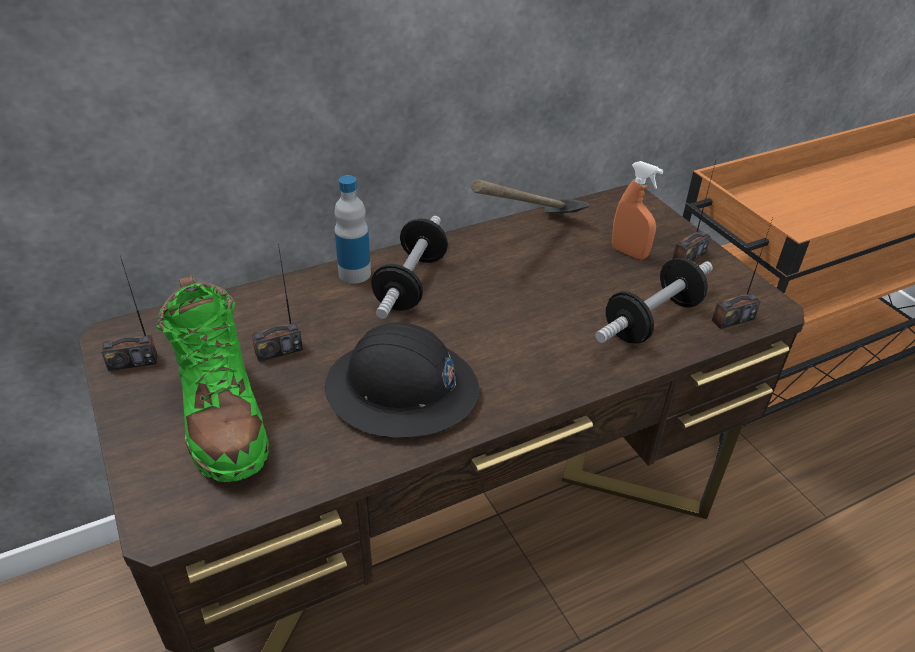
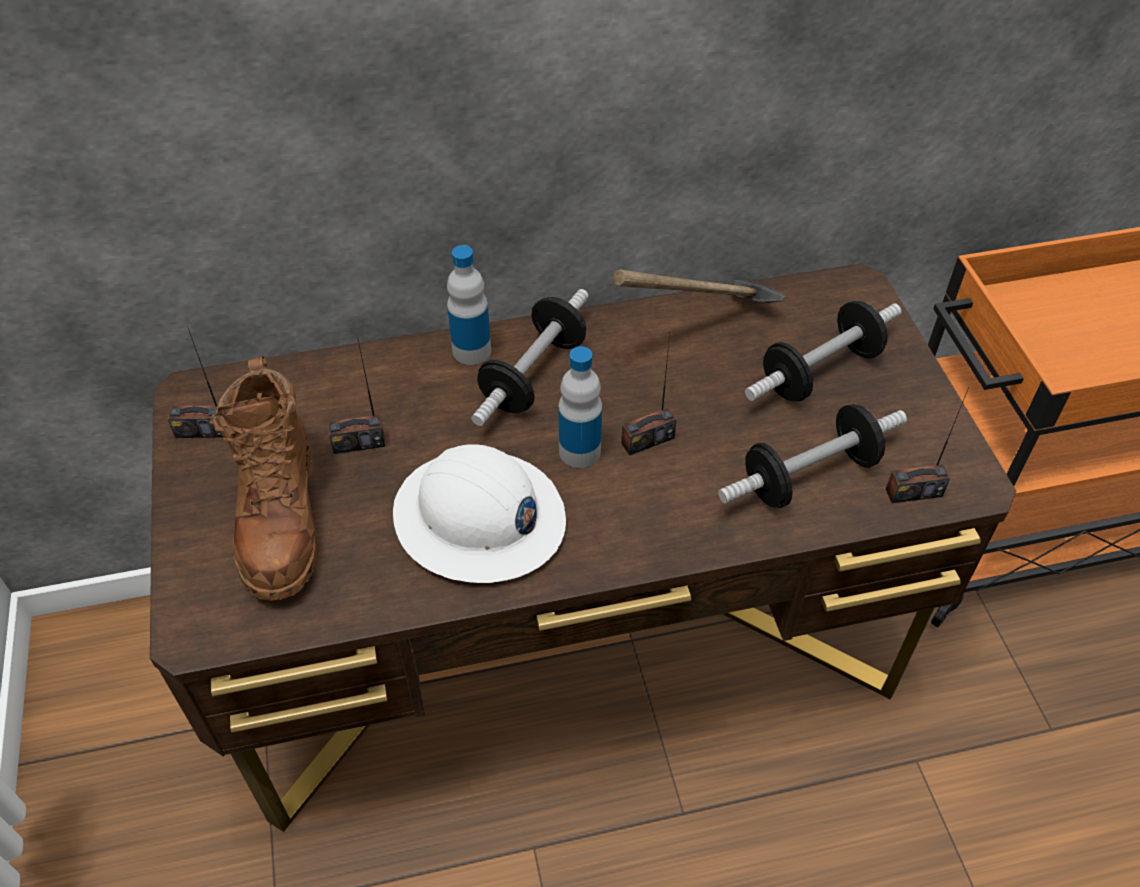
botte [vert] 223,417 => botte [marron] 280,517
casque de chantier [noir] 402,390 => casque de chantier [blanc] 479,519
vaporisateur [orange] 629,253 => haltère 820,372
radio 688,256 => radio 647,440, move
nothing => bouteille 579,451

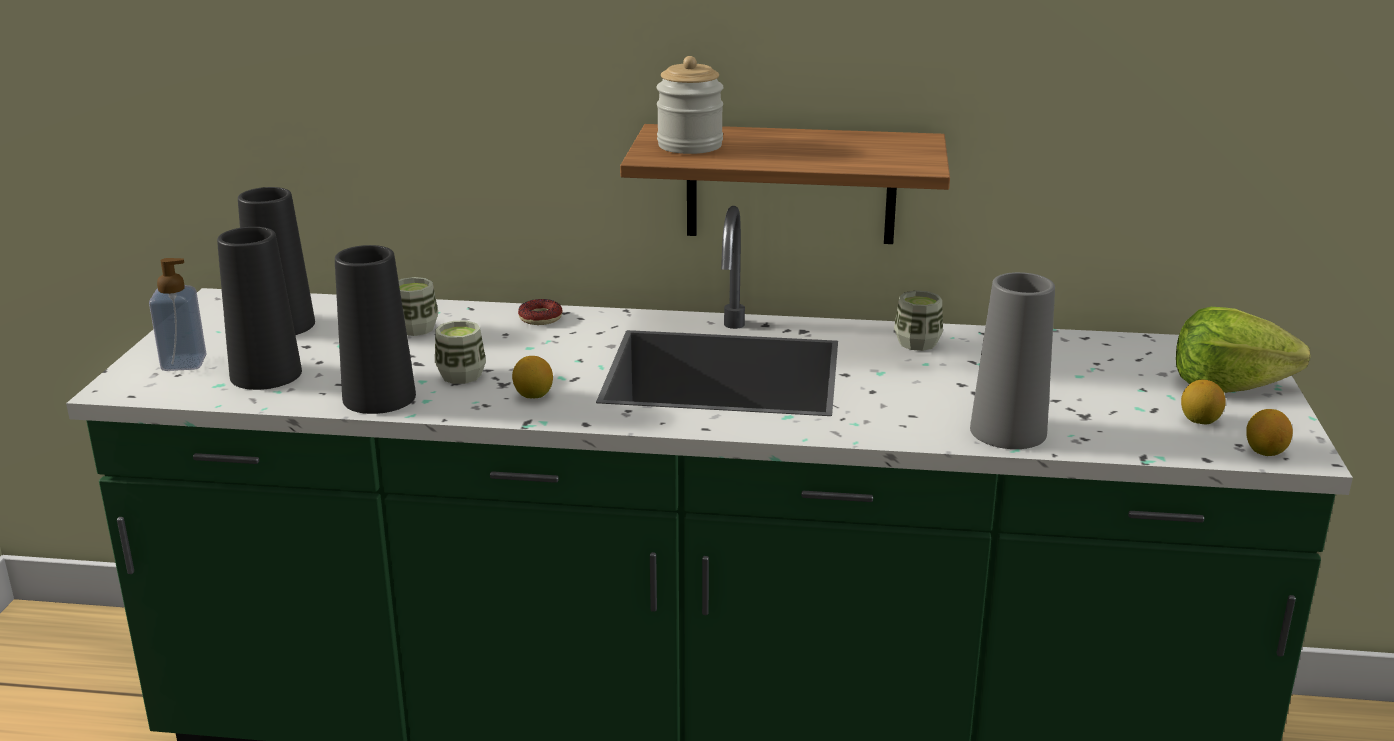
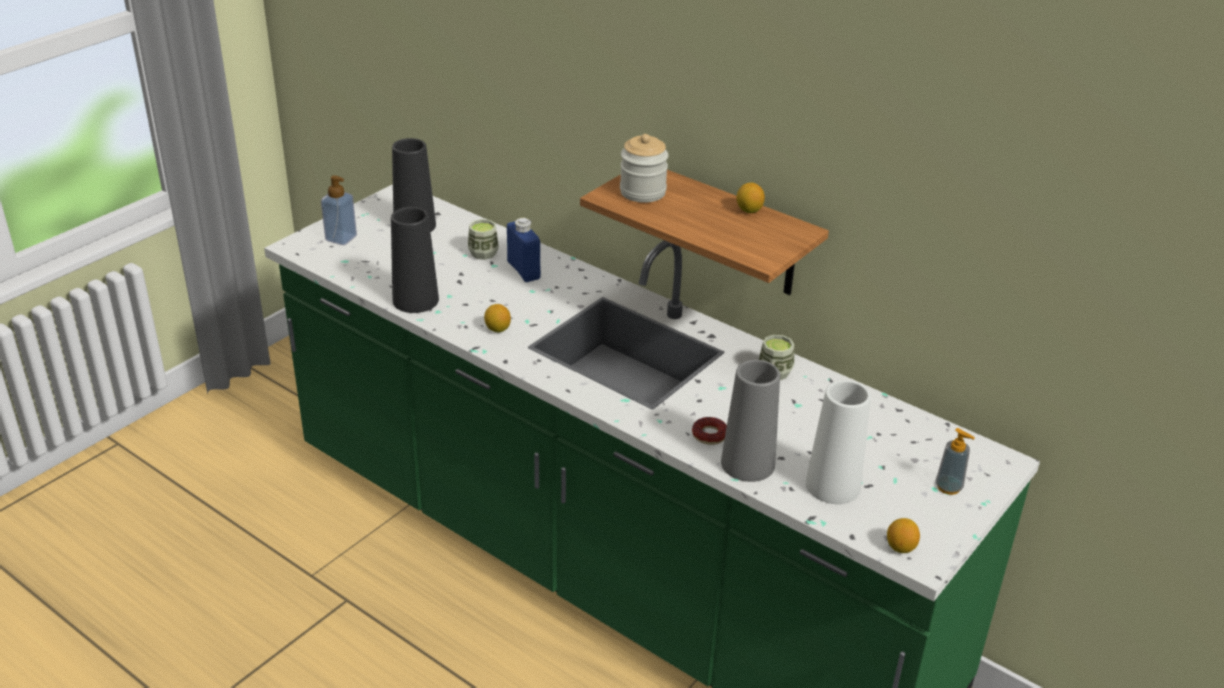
vase [noir] 266,374 => nothing
tasse 461,375 => nothing
beignet 540,318 => beignet 709,435, move
laitue 1228,386 => distributeur de savon 948,487
citron 1199,421 => citron 749,210, move
nothing => bouteille [bleu] 523,270
nothing => vase [blanc] 833,485

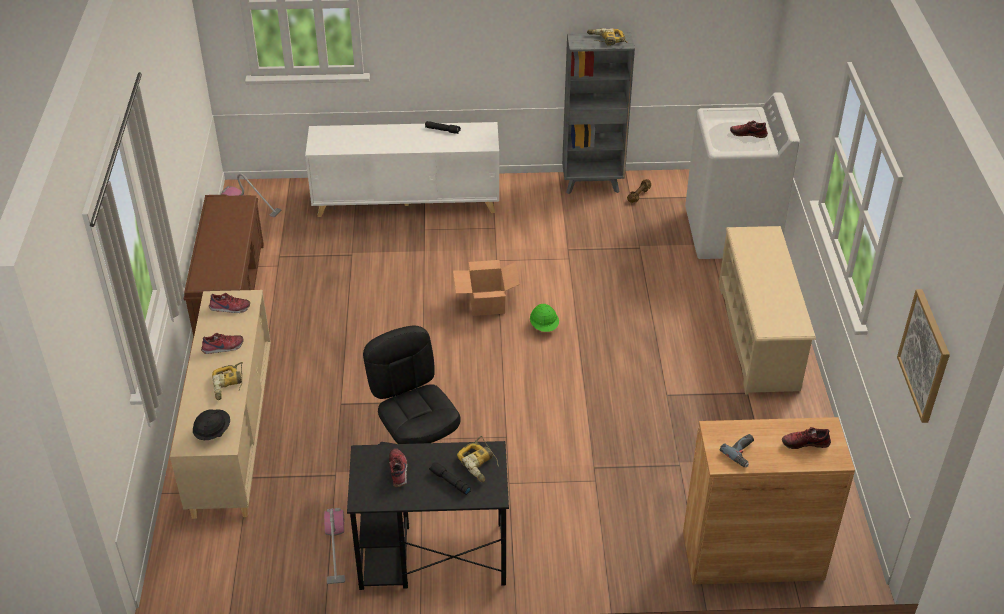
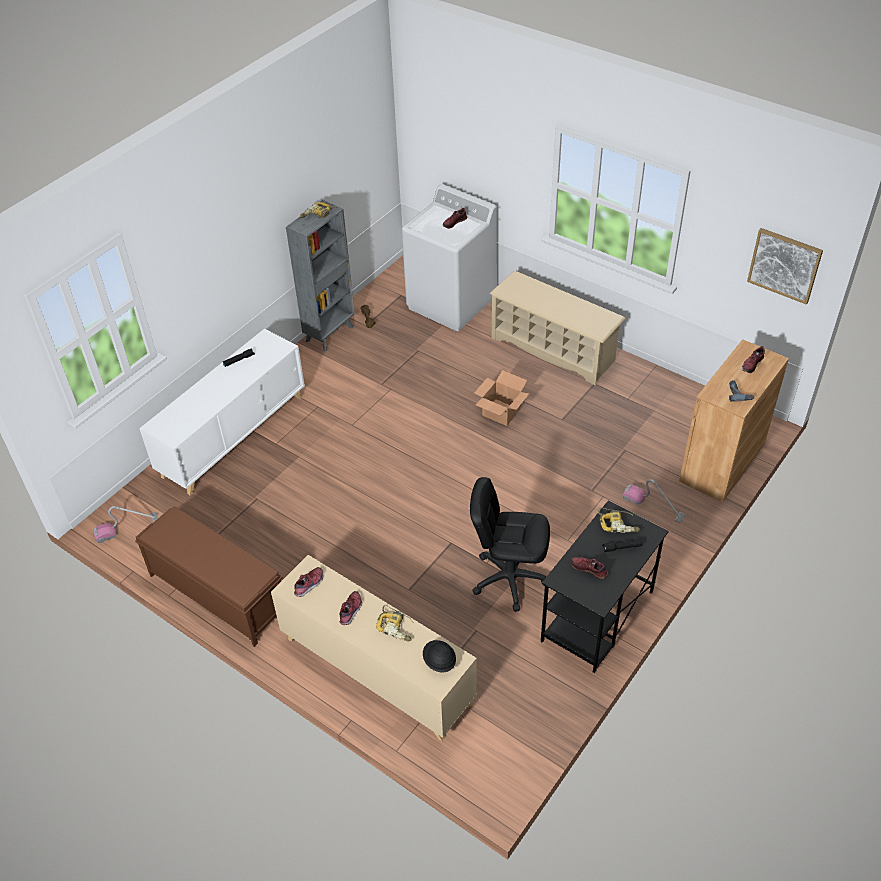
aspirateur 335,548 => aspirateur 653,506, move
carton 487,303 => carton 501,412, move
casque de chantier [vert] 544,326 => nothing

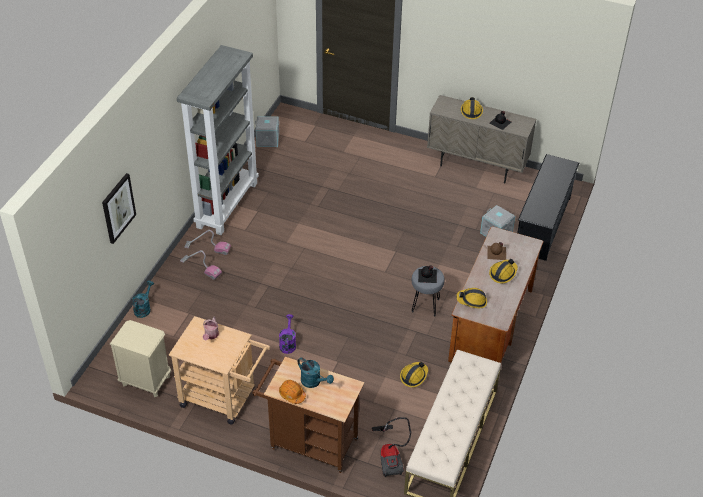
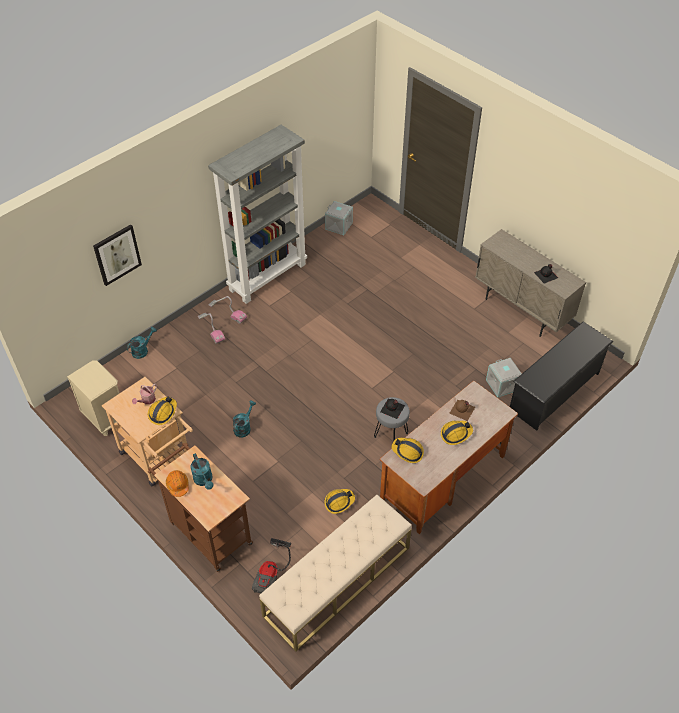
arrosoir [violet] 287,343 => arrosoir [turquoise] 244,427
casque de chantier 471,111 => casque de chantier 162,413, move

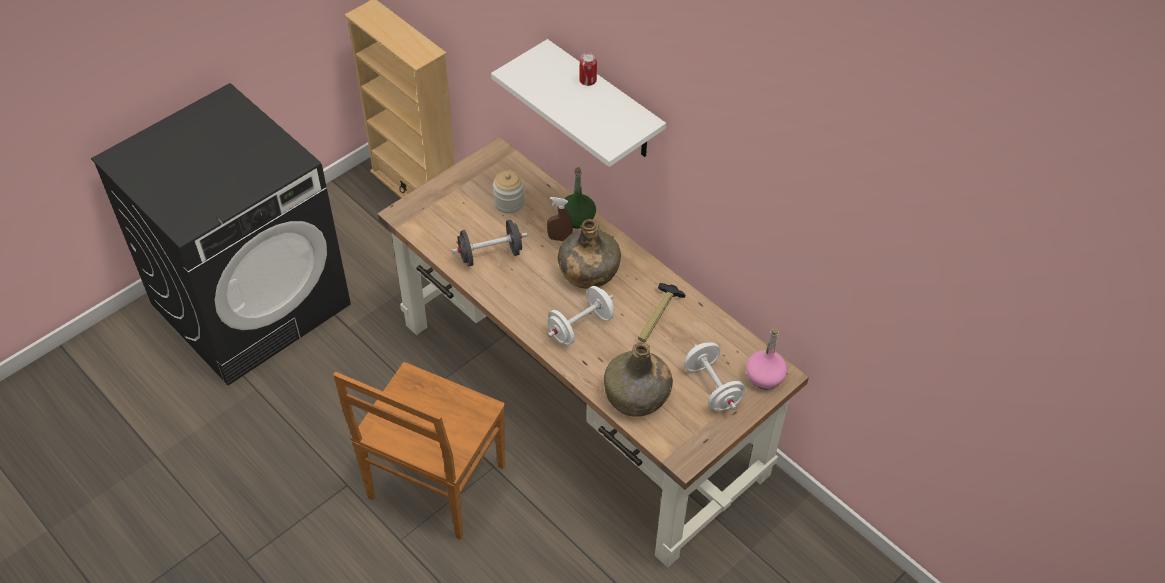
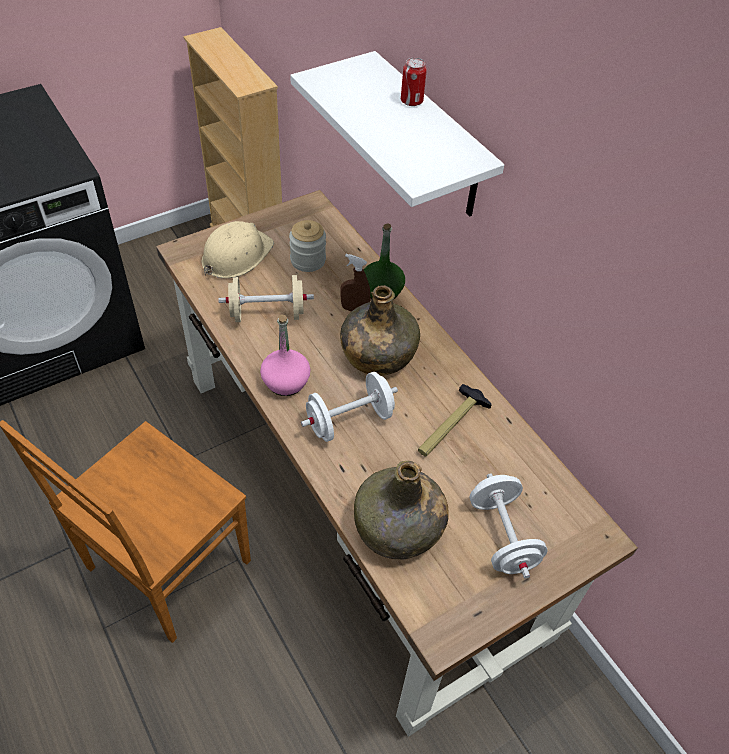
haltère [noir] 490,255 => haltère [beige] 267,314
bouteille [rose] 765,377 => bouteille [rose] 286,382, move
nothing => casque de chantier [beige] 236,255

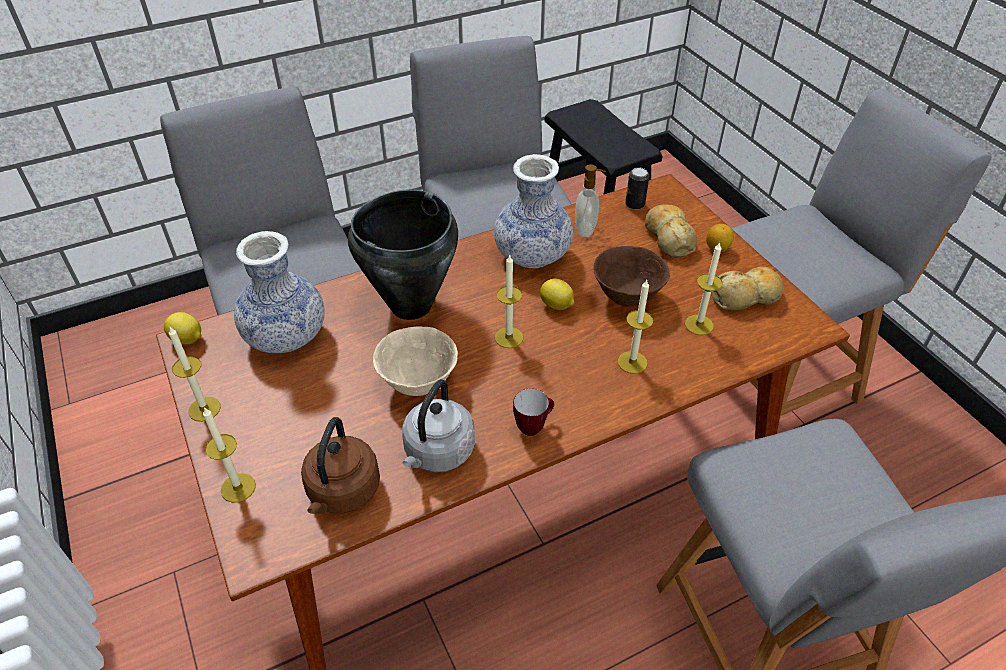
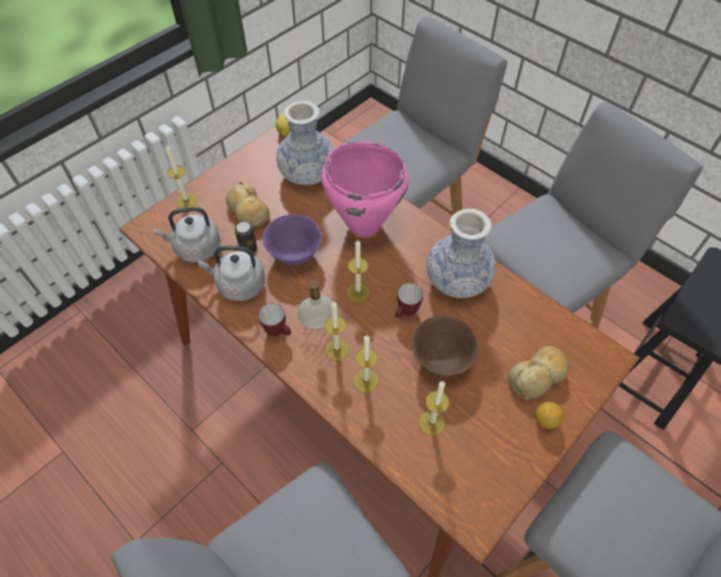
bougie 204,409 => bougie 337,350, move
bouilloire [marron] 342,492 => bouilloire [gris] 195,249
marmite [noir] 410,306 => marmite [rose] 363,225
bol [beige] 418,382 => bol [violet] 295,254
citron 557,306 => mug 406,313
distributeur de savon 586,230 => distributeur de savon 318,324, move
boîte métallique 634,204 => boîte métallique 248,249, move
pain 746,297 => pain 248,211, move

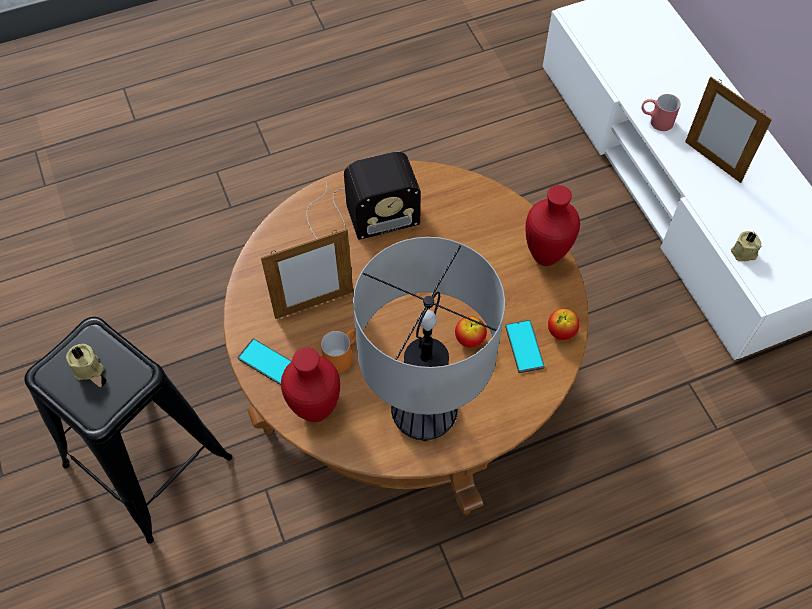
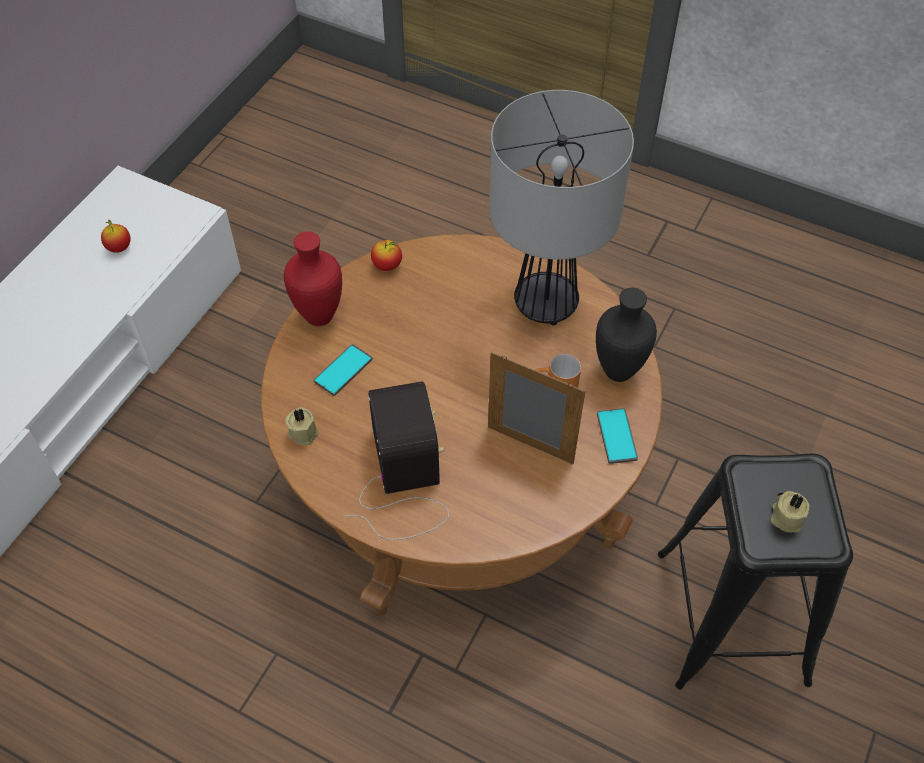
vase [rouge] 317,409 => vase [noir] 616,372
radio 358,216 => radio 404,482, 45 degrees clockwise
pomme 469,339 => pomme 119,248, move
téléphone 524,346 => téléphone 343,370, move
mug [rouge] 655,120 => nothing
cadre photo 712,161 => nothing
bougie [beige] 744,253 => bougie [beige] 303,432, move

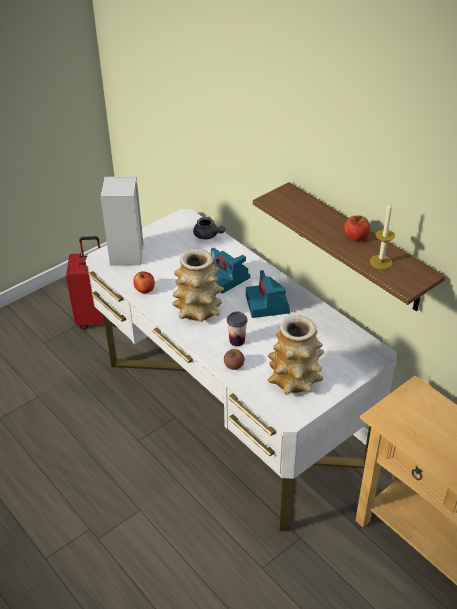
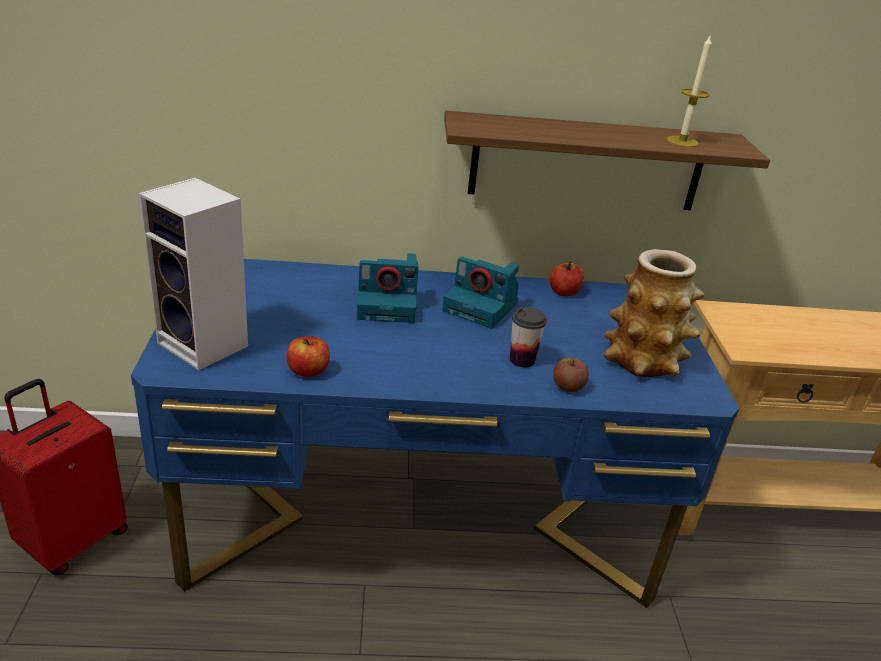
bureau [blanc] 231,411 => bureau [bleu] 419,525
vase 198,310 => nothing
théière [gris] 208,236 => nothing
pomme 356,237 => pomme 564,292, move

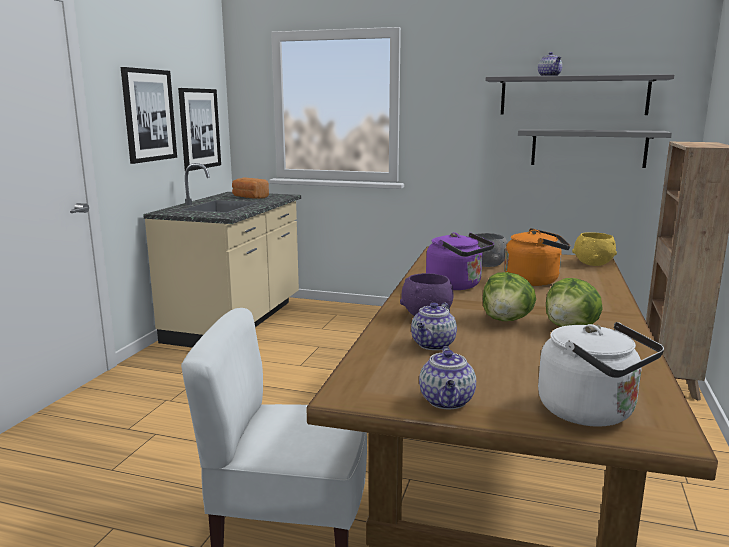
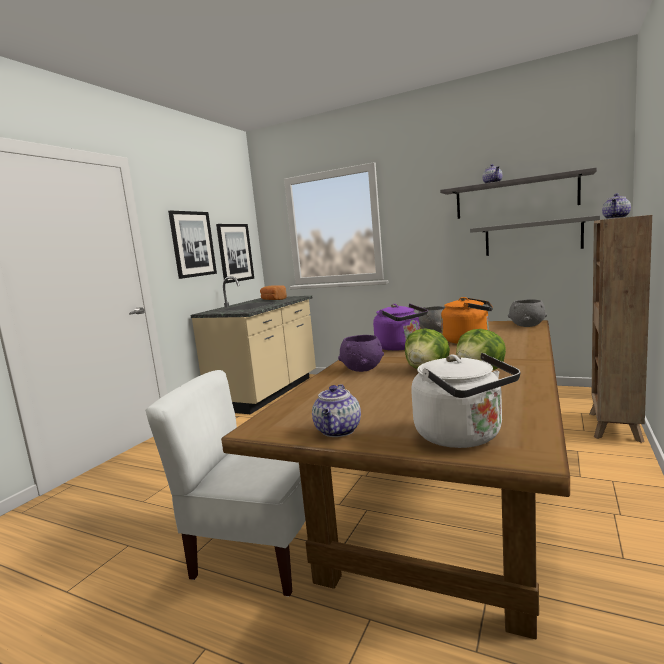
théière 433,345 => théière 616,218, move
bol [jaune] 592,263 => bol [gris] 526,325

